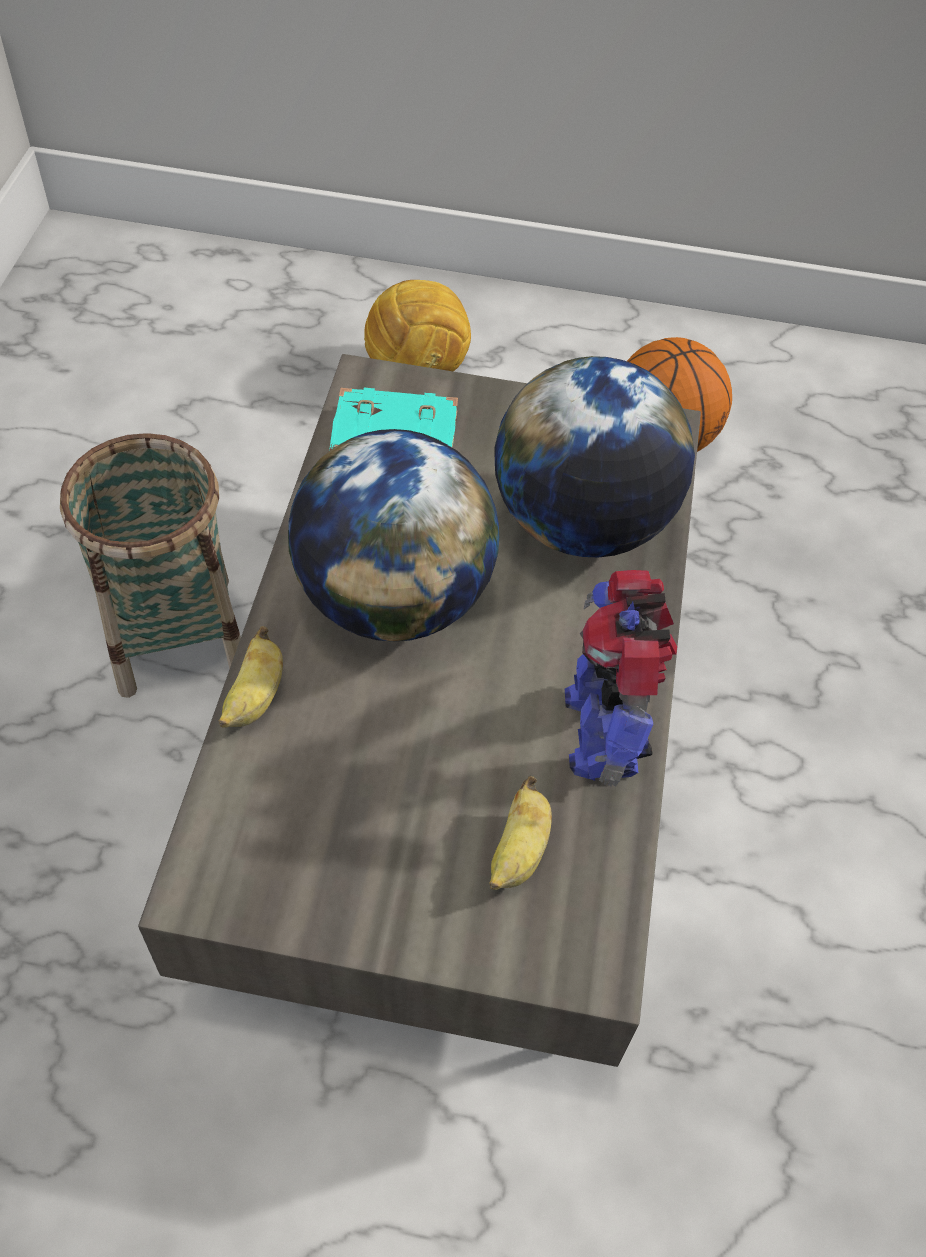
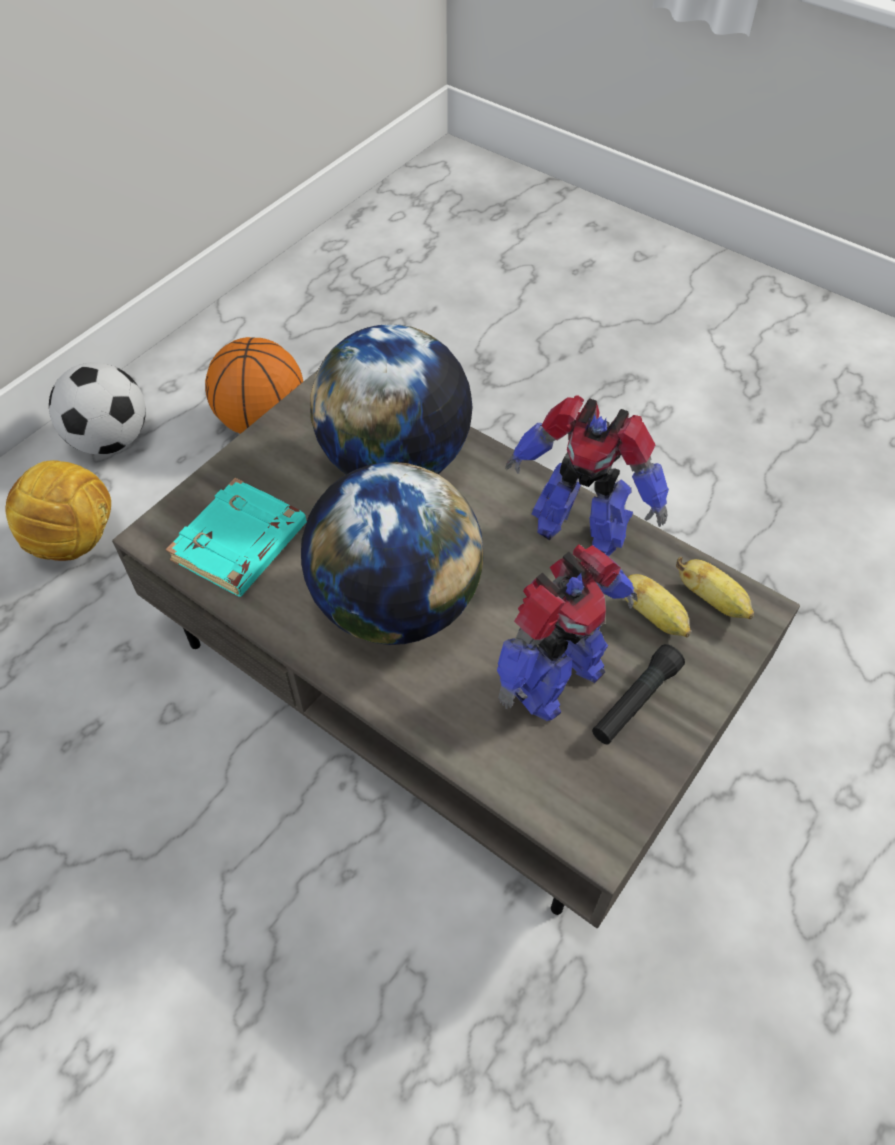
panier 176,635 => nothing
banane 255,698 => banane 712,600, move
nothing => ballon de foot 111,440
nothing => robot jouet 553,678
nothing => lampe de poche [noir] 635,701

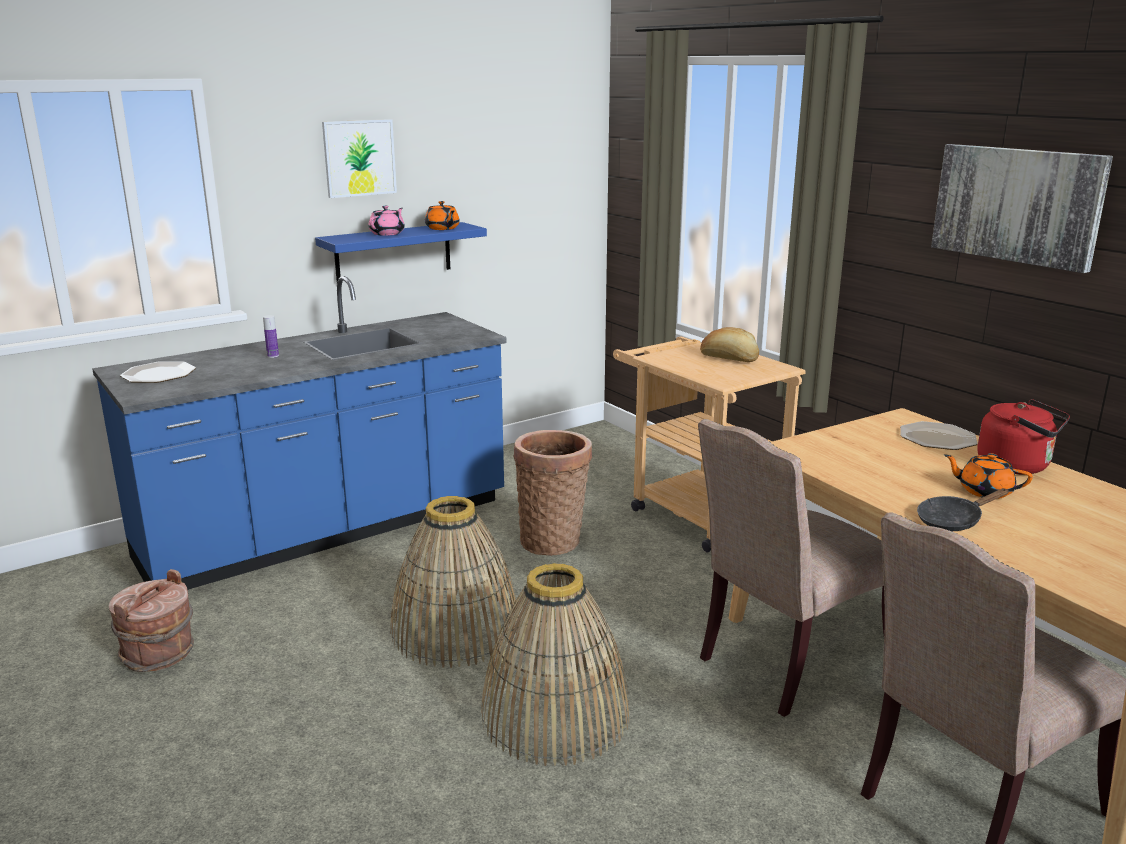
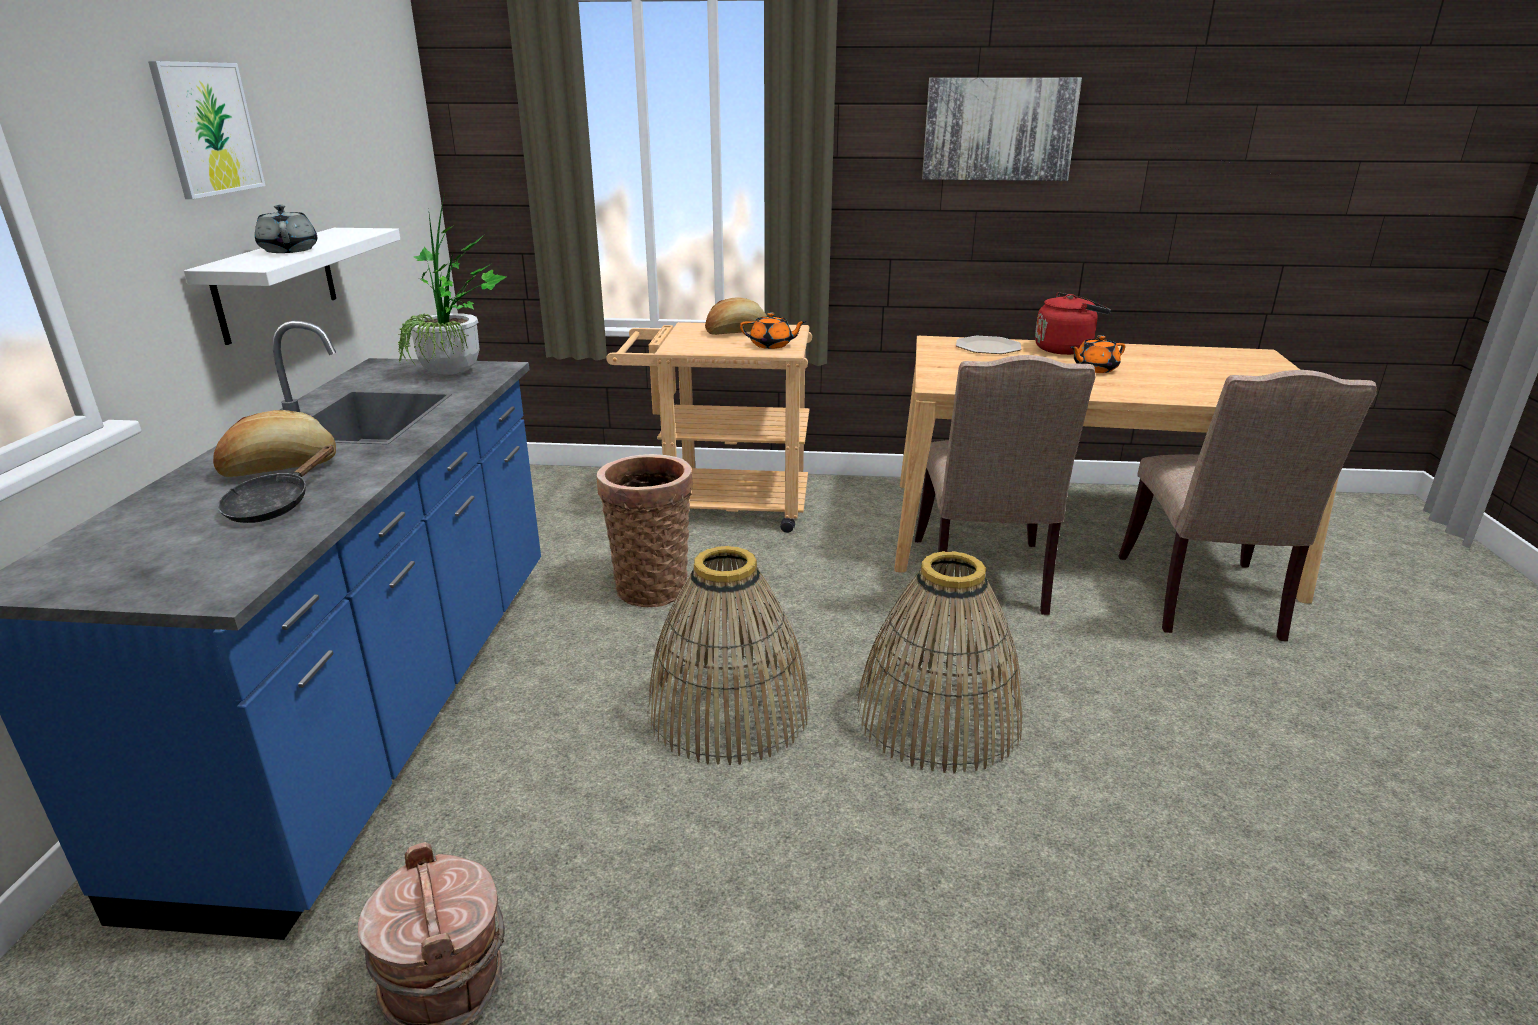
assiette 159,374 => nothing
bouteille 273,356 => pain 280,468
étagère [bleu] 393,252 => étagère [blanc] 276,283
théière [rose] 387,233 => théière [gris] 289,250
théière [orange] 442,228 => théière [orange] 772,345, move
poêle [noir] 953,521 => poêle [noir] 274,505, move
nothing => plante en pot 457,375

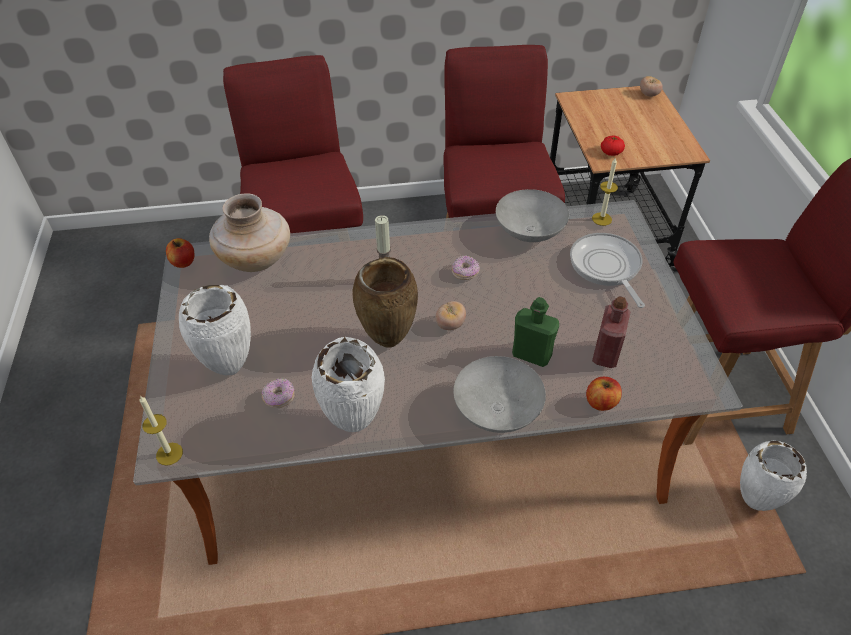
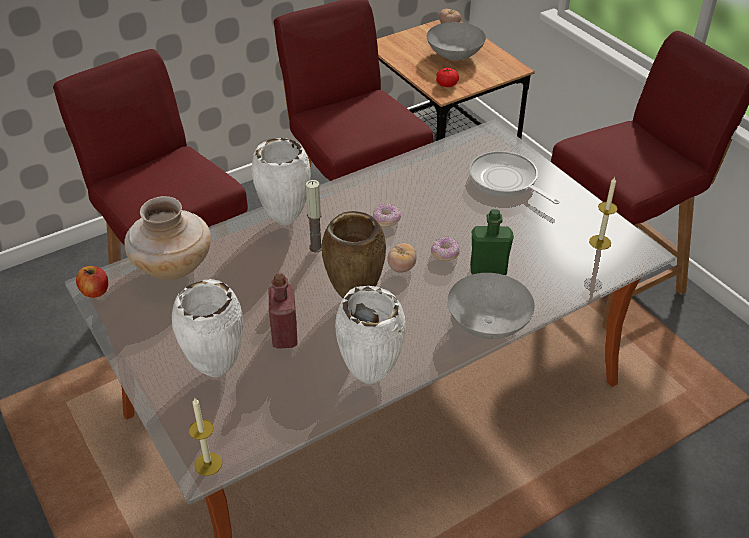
beignet 279,398 => beignet 445,254, move
bol [gris] 528,232 => bol [gris] 453,56, move
pomme 601,402 => nothing
bougie 601,219 => bougie 600,242, move
bouteille [rouge] 606,354 => bouteille [rouge] 285,335, move
vase [blanc] 752,503 => vase [blanc] 284,222, move

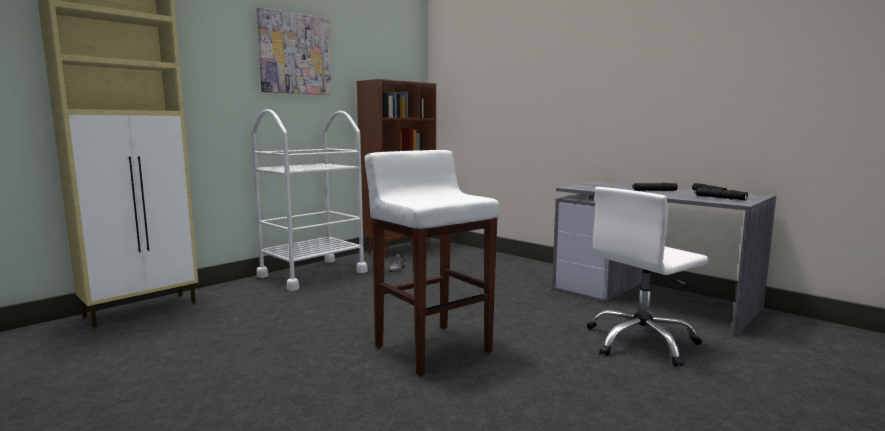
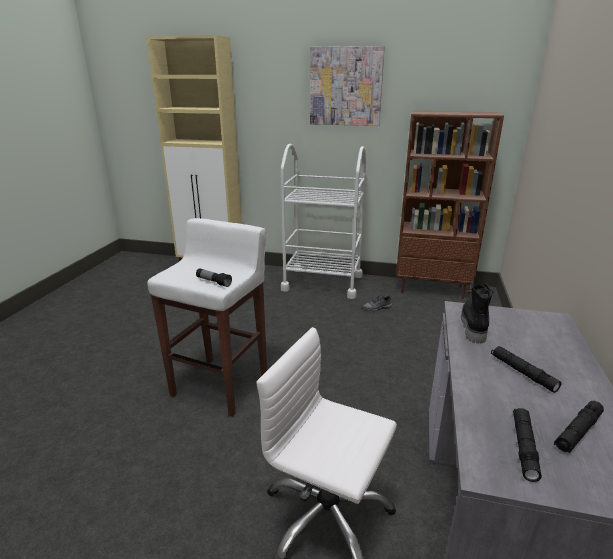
nothing => lampe de poche 213,282
nothing => botte [noir] 473,324

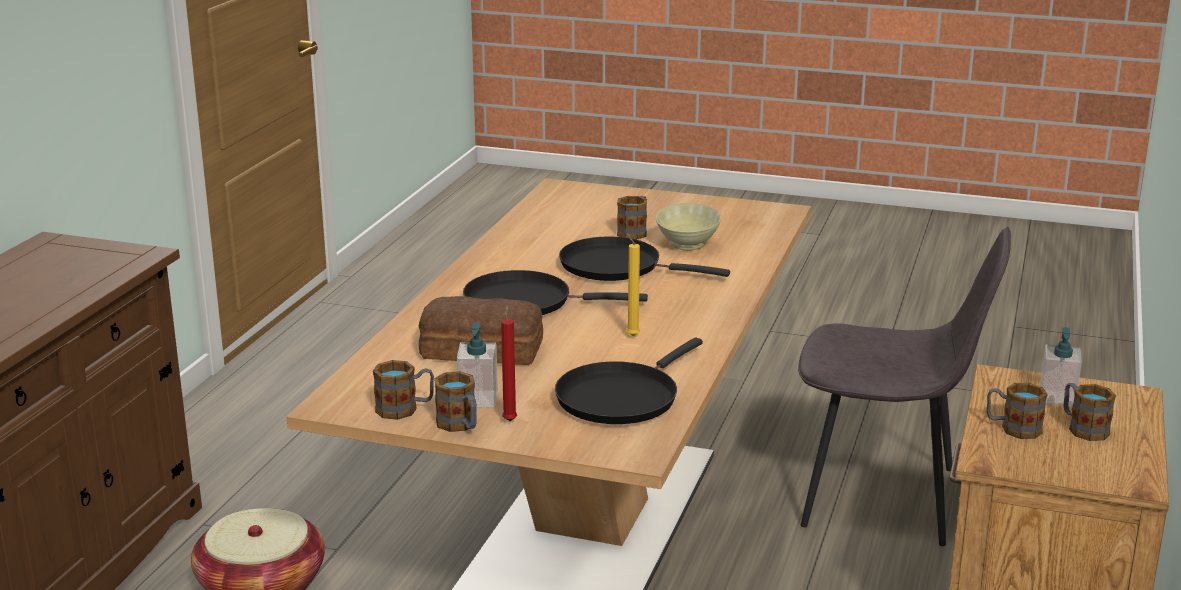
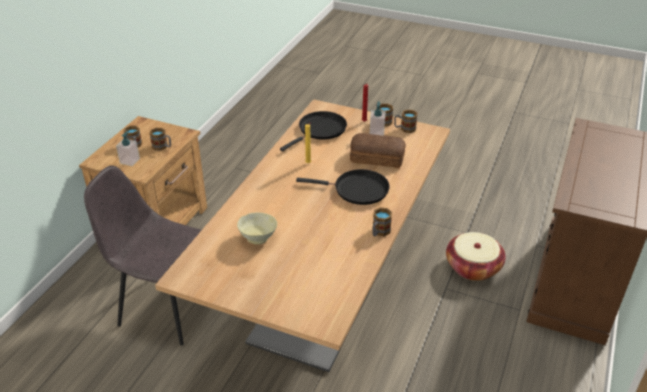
poêle [noir] 617,266 => nothing
mug 634,231 => mug 379,232, move

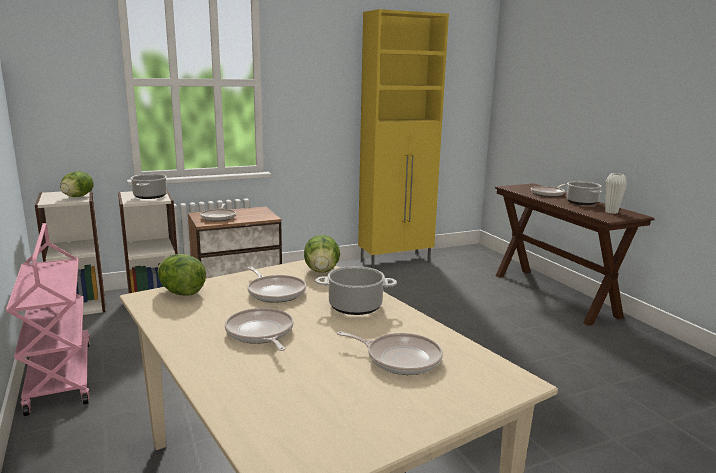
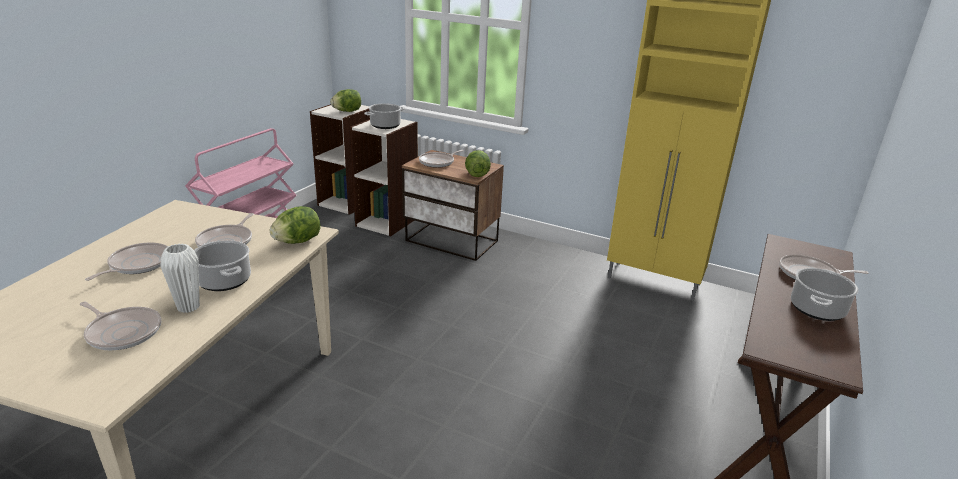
laitue 182,292 => laitue 477,174, move
poêle 400,358 => poêle 122,332, 45 degrees counterclockwise
vase [blanc] 611,212 => vase [blanc] 188,307, move

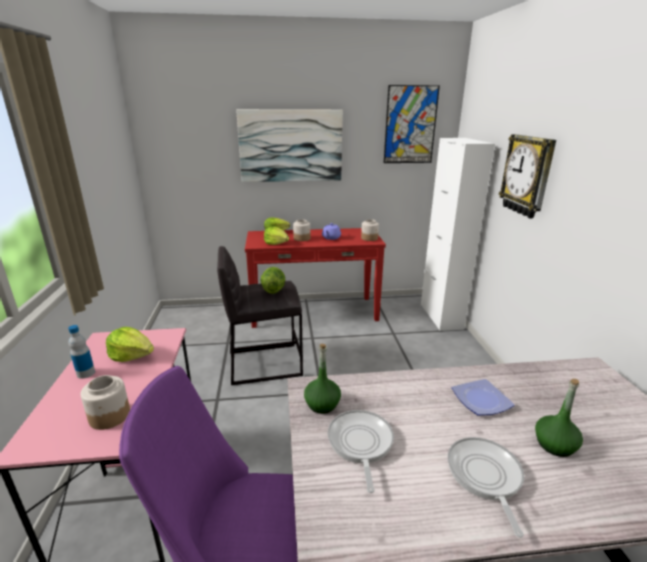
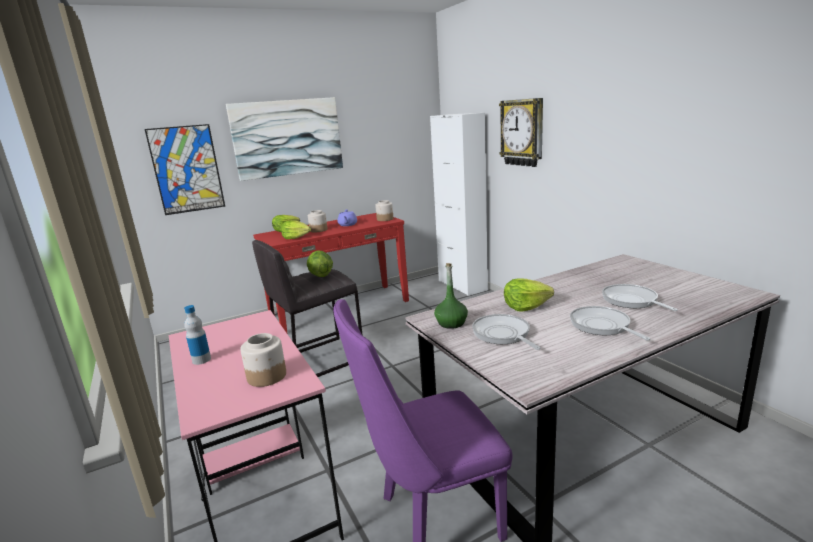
laitue 132,356 => laitue 525,306, move
tableau 410,125 => tableau 187,169, move
assiette 479,400 => nothing
bouteille [vert] 554,445 => poêle 631,301

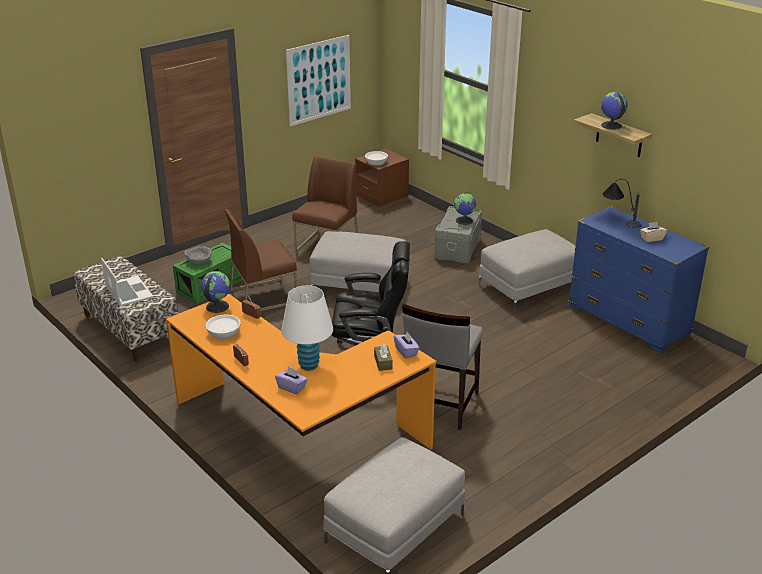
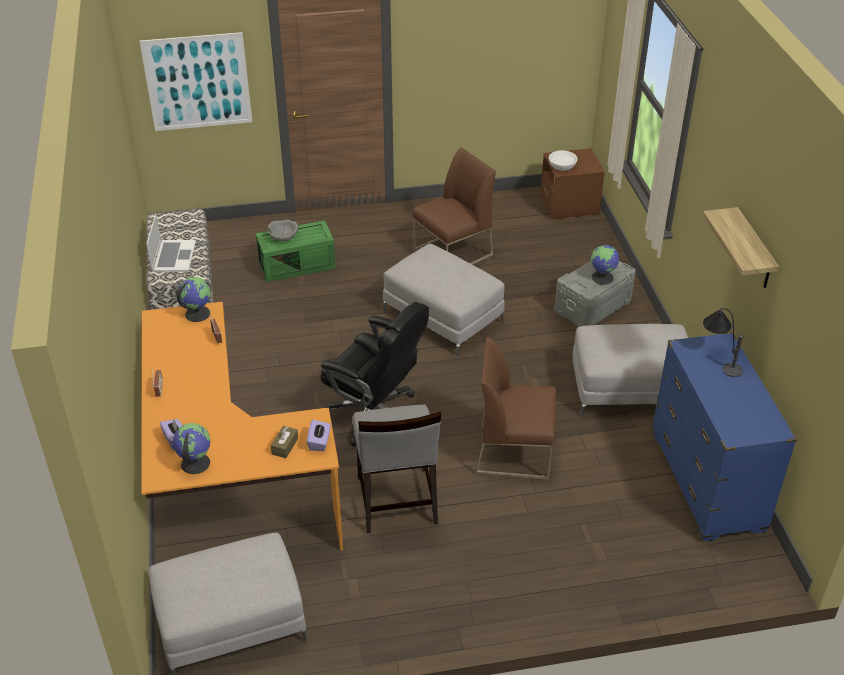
bol [blanc] 224,333 => nothing
chaise [marron] 264,296 => chaise [marron] 514,451, move
lampe de table [blanc] 309,365 => nothing
tableau 319,80 => tableau 197,82, move
chaise [gris] 440,404 => chaise [gris] 396,501, 60 degrees counterclockwise
globe 611,126 => globe 195,463, move
boîte à mouchoirs [beige] 651,239 => nothing

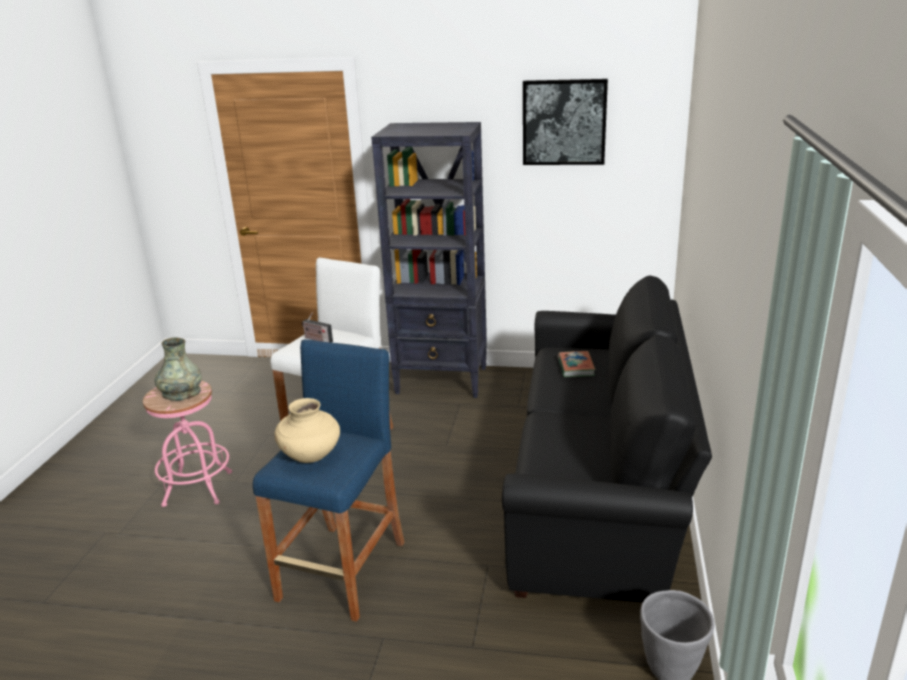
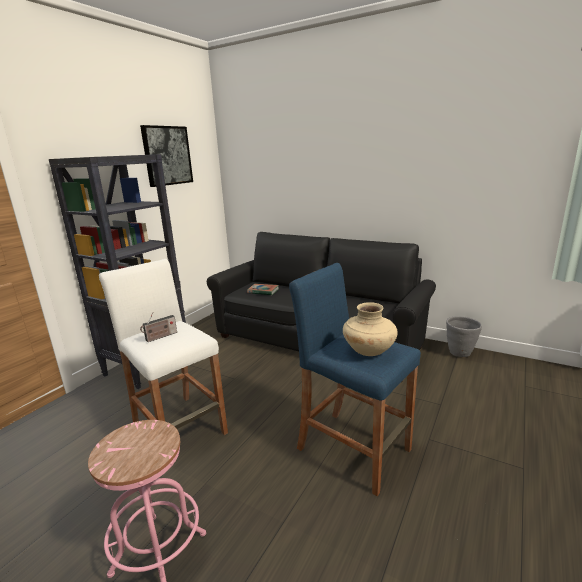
vase [gris] 181,393 => nothing

